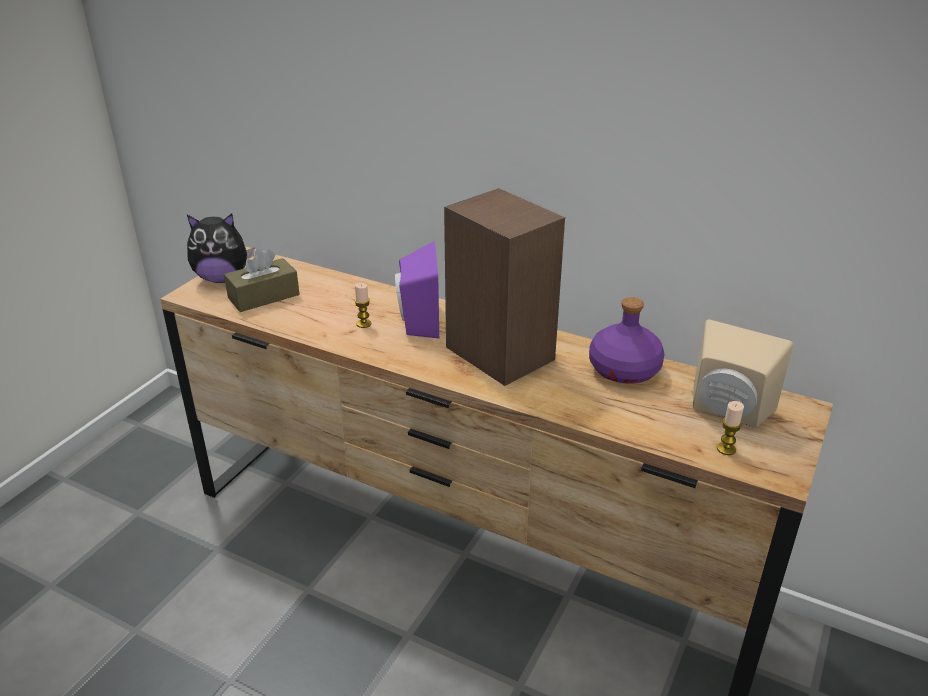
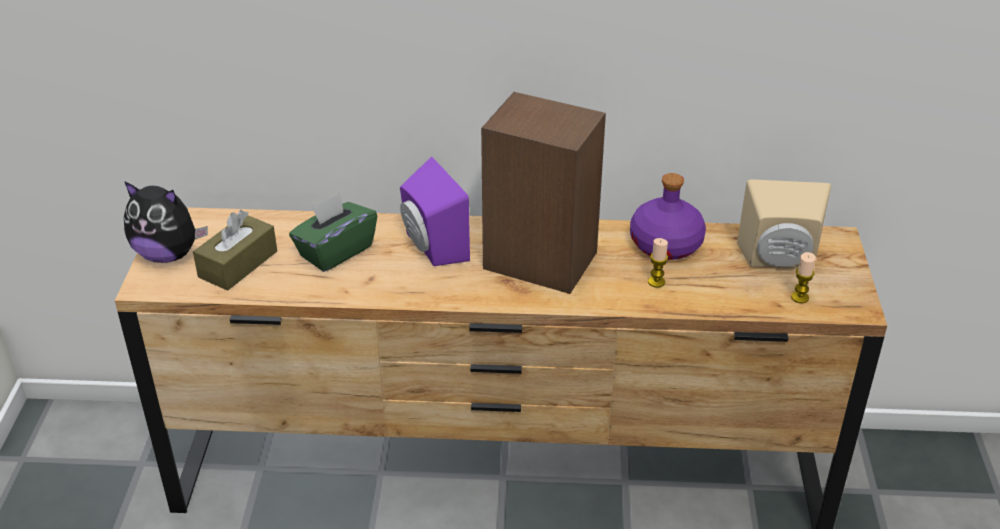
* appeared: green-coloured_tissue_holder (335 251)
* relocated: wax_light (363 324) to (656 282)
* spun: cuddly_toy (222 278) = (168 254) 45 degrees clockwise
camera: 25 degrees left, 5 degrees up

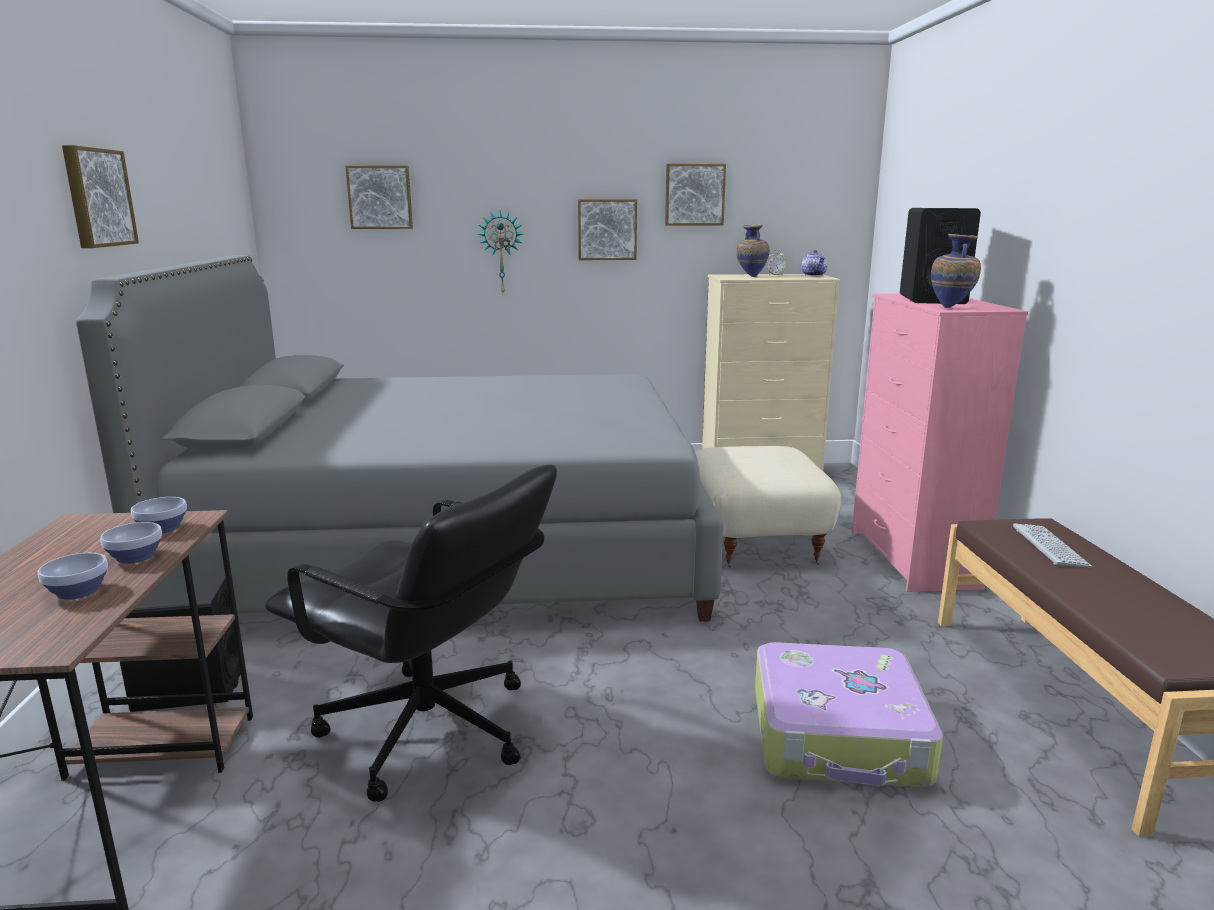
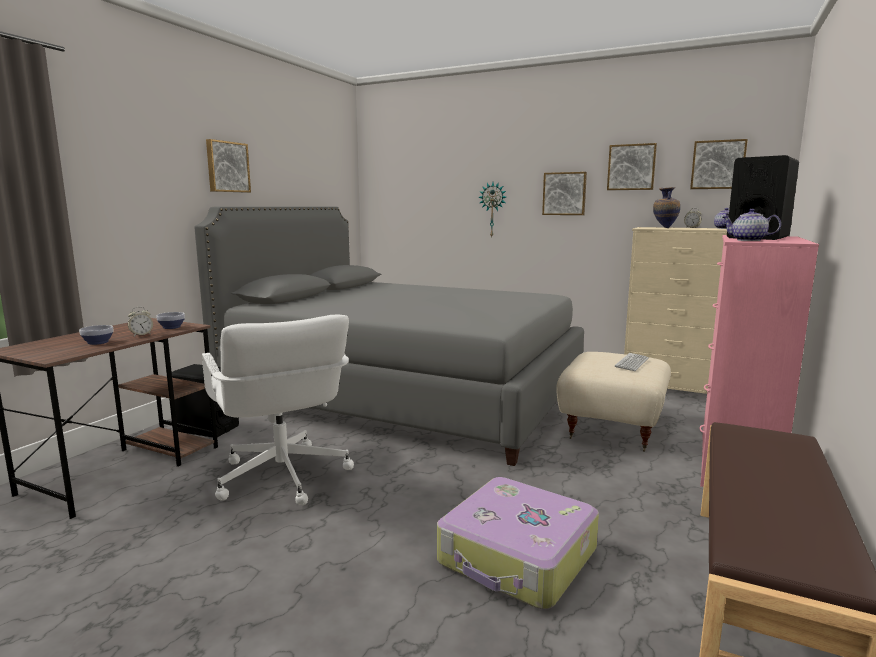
* relocated: wall_art (380 197) to (718 165)
* relocated: PC_keyboard (1050 547) to (632 363)
* exchanged: serving_bowl (136 556) to bedside_clock (141 335)
* exchanged: decorative_vase (951 308) to teapot (748 240)
* colour: black-coloured_office_chair (428 732) to whitish_office_chair (282 477)
camera: 30 degrees right, 5 degrees down

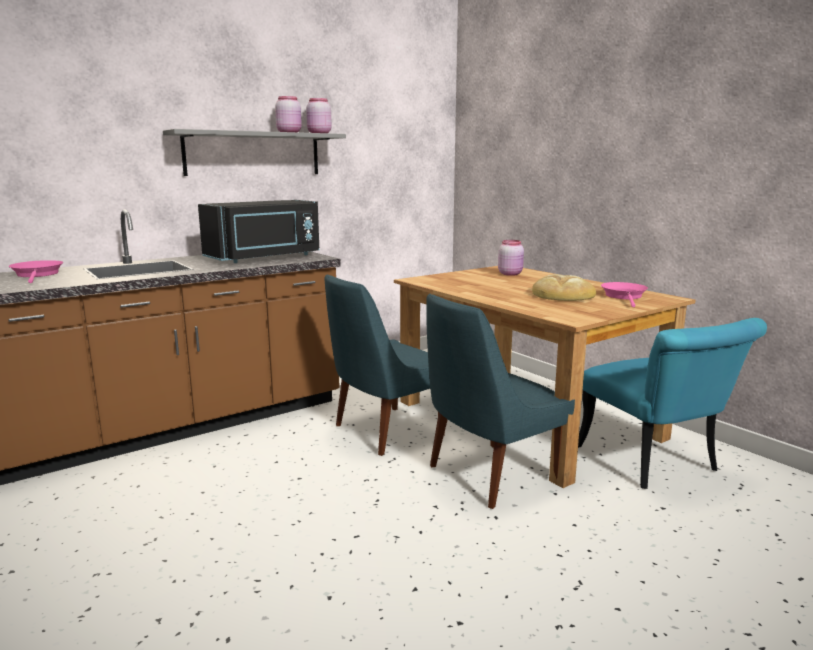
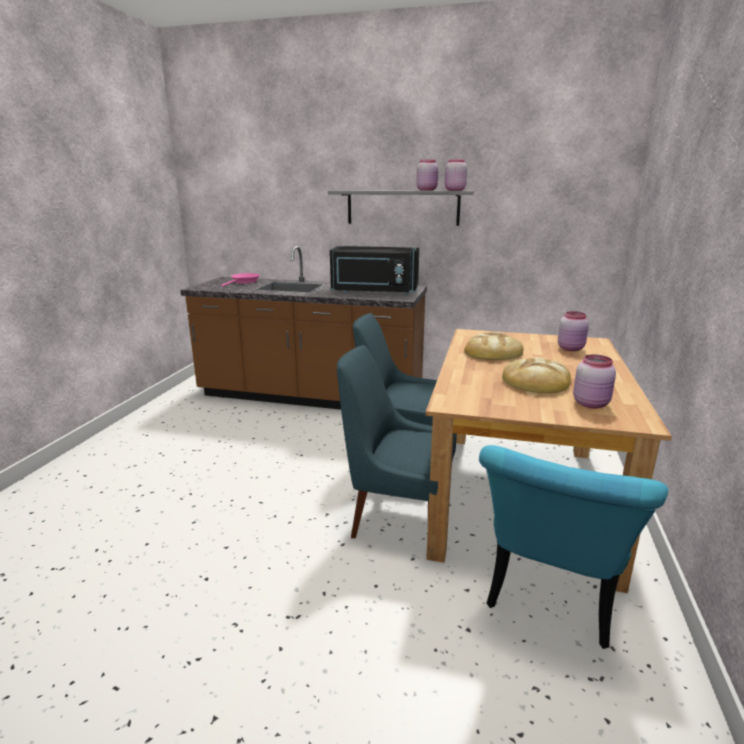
* appeared: baked_bread (493 352)
* exchanged: pink_frying_pan (624 297) to pink_jar (592 404)
camera: 50 degrees right, 5 degrees up

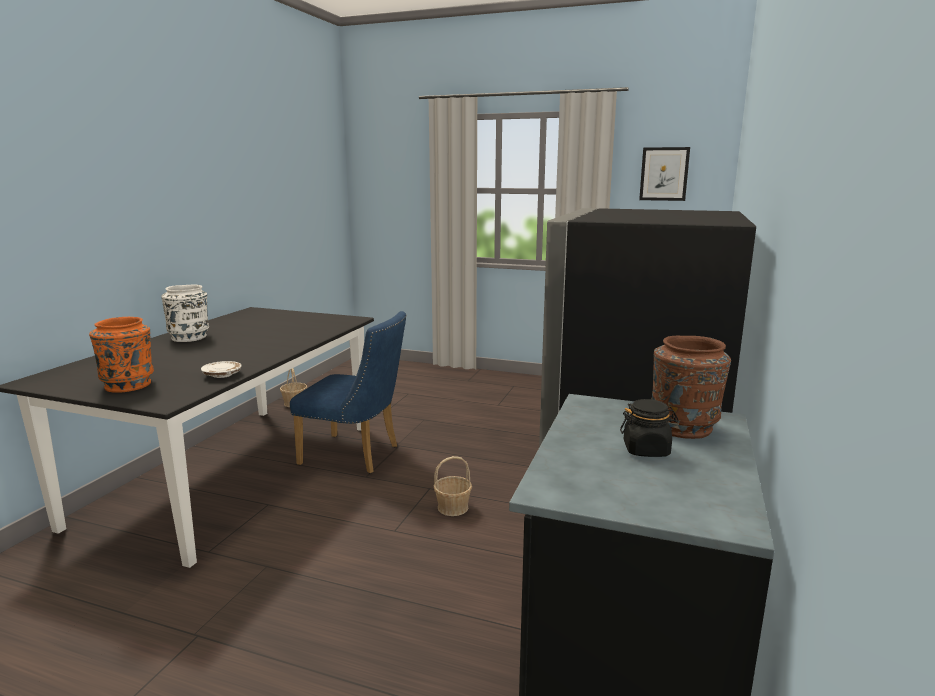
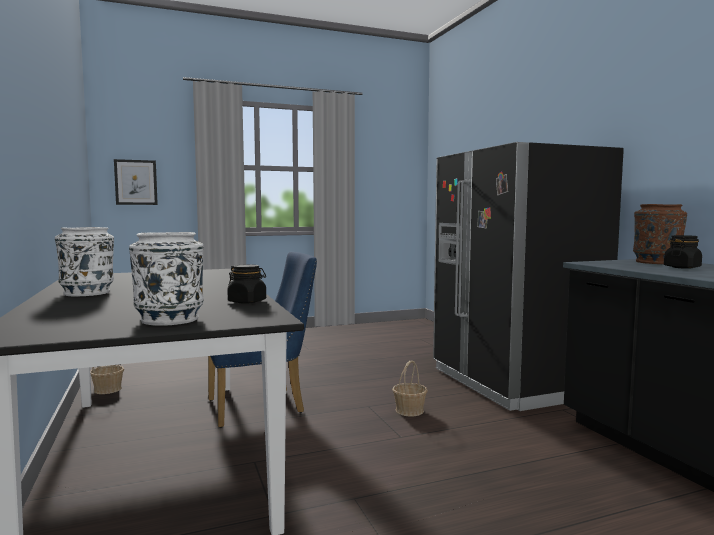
* relocated: wall_art (664 174) to (136 182)
* exchanged: whitish_flat_dish (222 375) to black-coloured_jar (247 301)
* colour: orange-coloured_decorative_vase (128 385) to whitish_decorative_vase (169 319)
camera: 40 degrees left, 10 degrees down

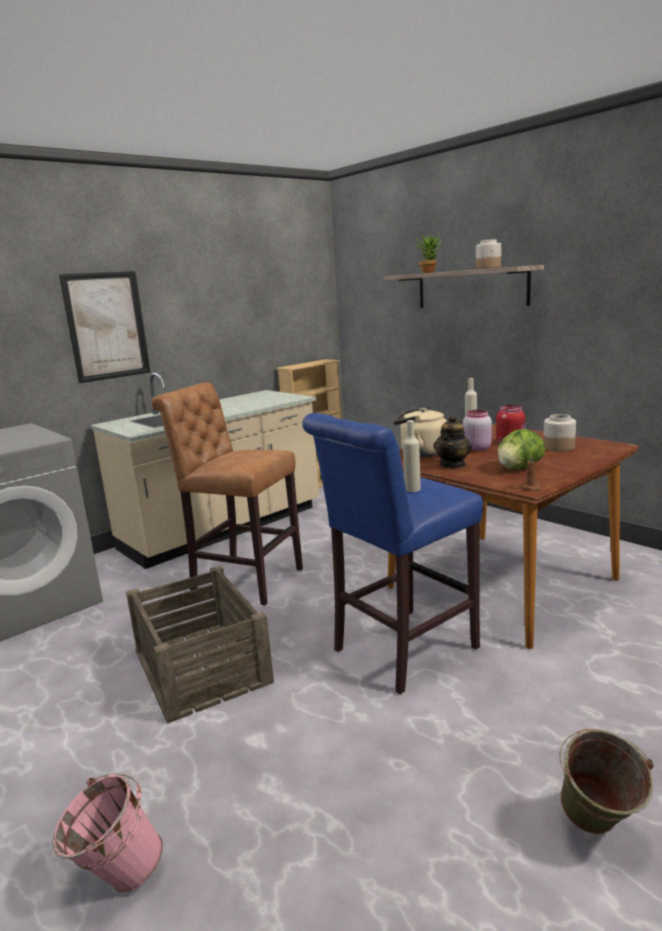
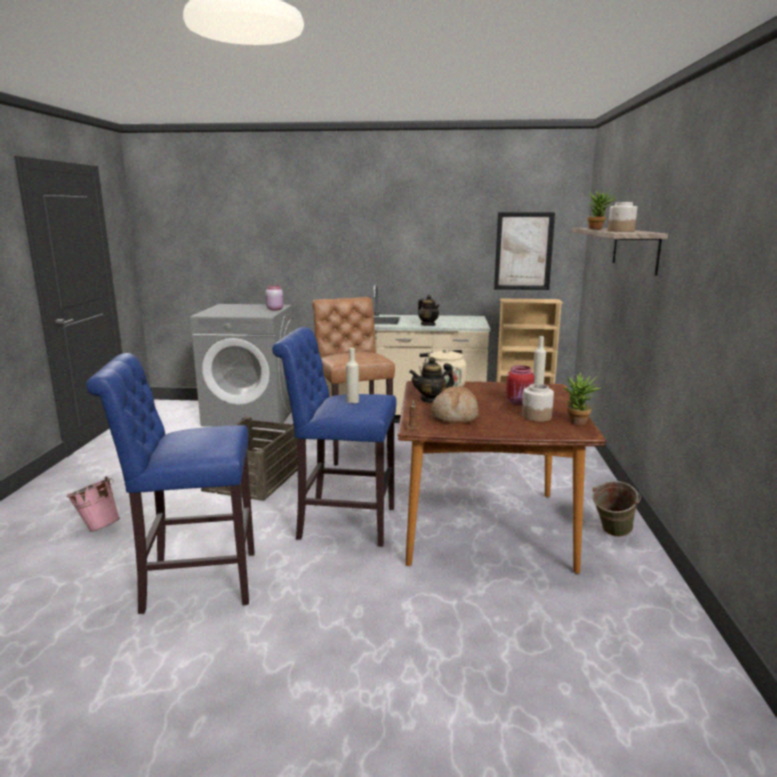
* appeared: bluish_stool (193 582)
* appeared: teapot (428 324)
* appeared: plant_in_a_pot (578 423)
* relocated: wall_art (106 326) to (523 251)
* relocated: pink_jar (476 448) to (275 309)
* relocated: green-coloured_water_bucket (598 831) to (611 534)
* exchanged: lettuce_head (518 468) to baked_bread (455 417)
camera: 45 degrees right, 0 degrees up

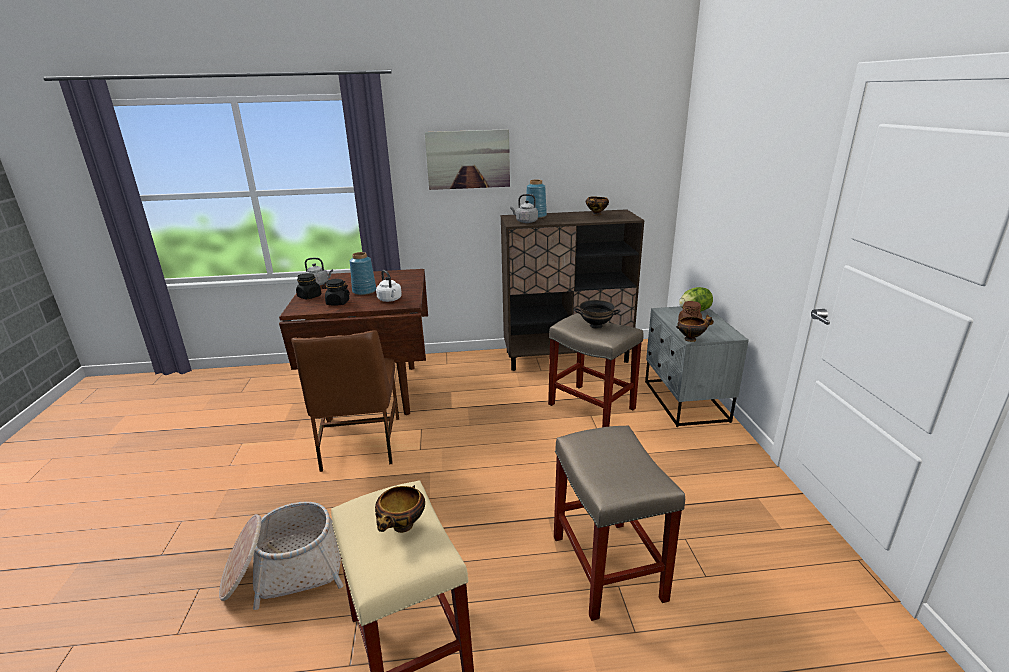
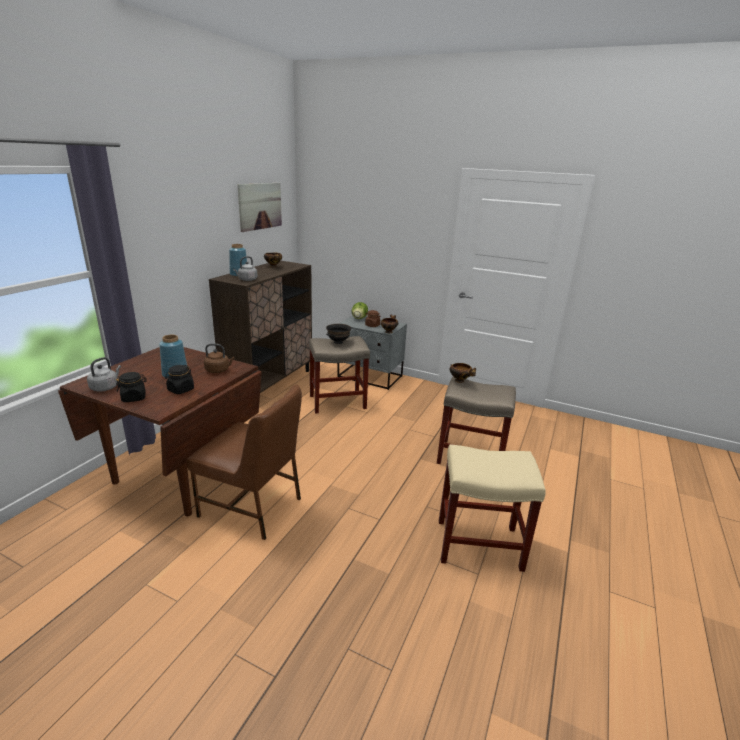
* missing: basket (285 570)
* relocated: serving_bowl (402 527) to (460 381)
* relocated: wall_art (468 159) to (260 206)
* colour: whitish_kettle (390 300) to brownish_kettle (218 370)
camera: 60 degrees left, 0 degrees up

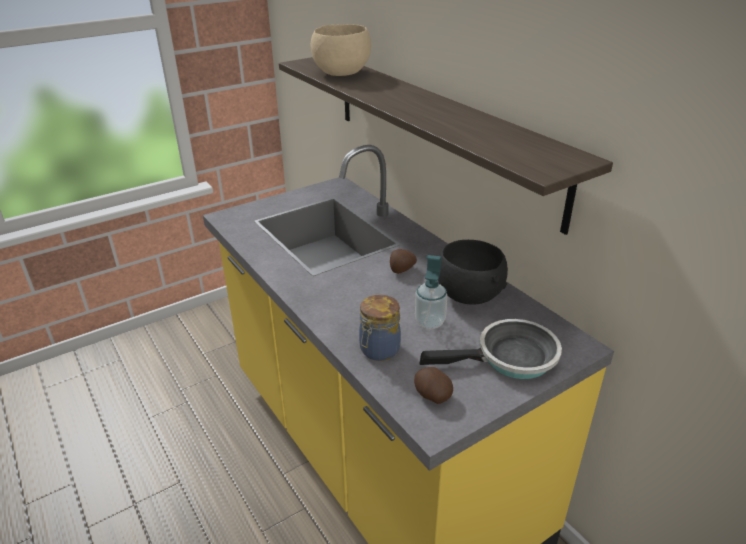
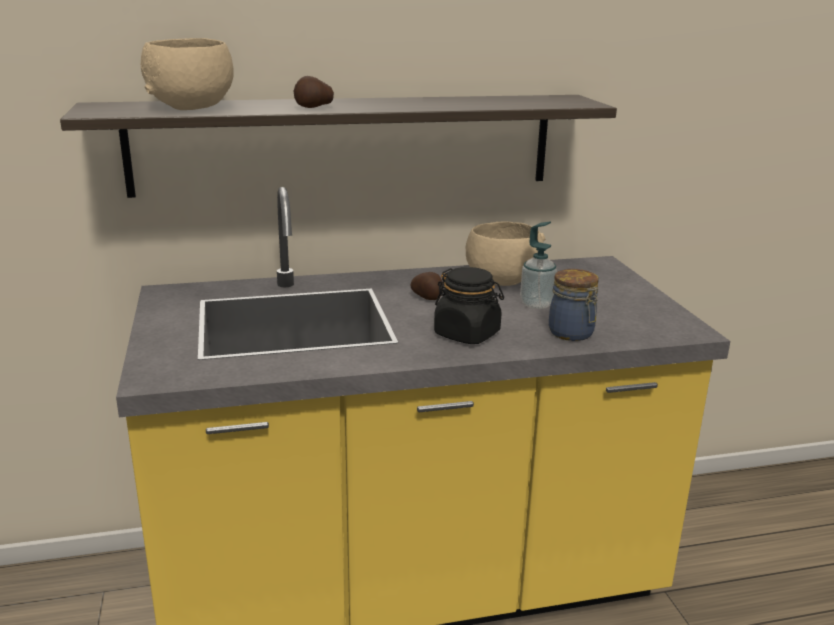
* missing: frying_pan (510 358)
* appeared: black-coloured_jar (467 334)
* relocated: whole_potato (431 396) to (313 107)
* colour: black-coloured_serving_bowl (468 295) to sand-coloured_serving_bowl (500 281)
camera: 70 degrees left, 10 degrees down

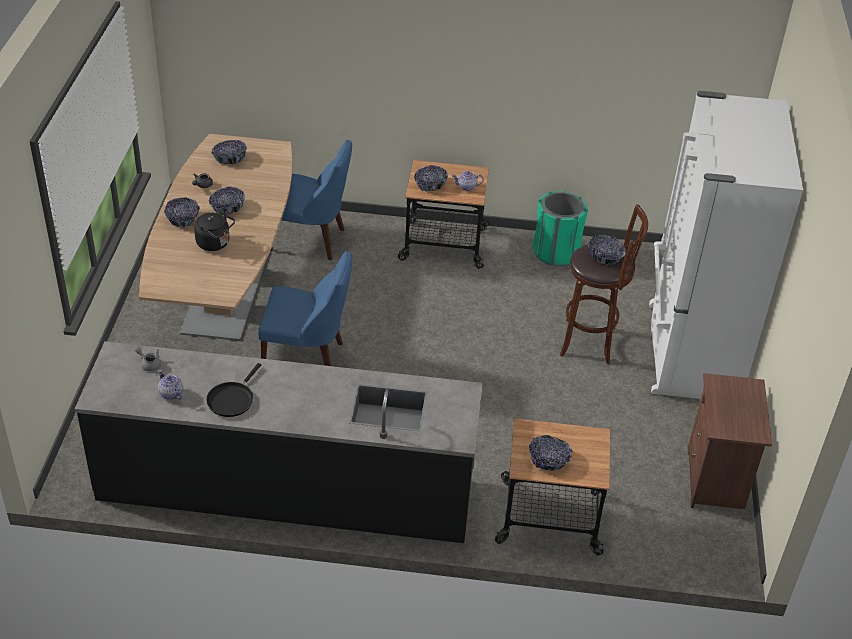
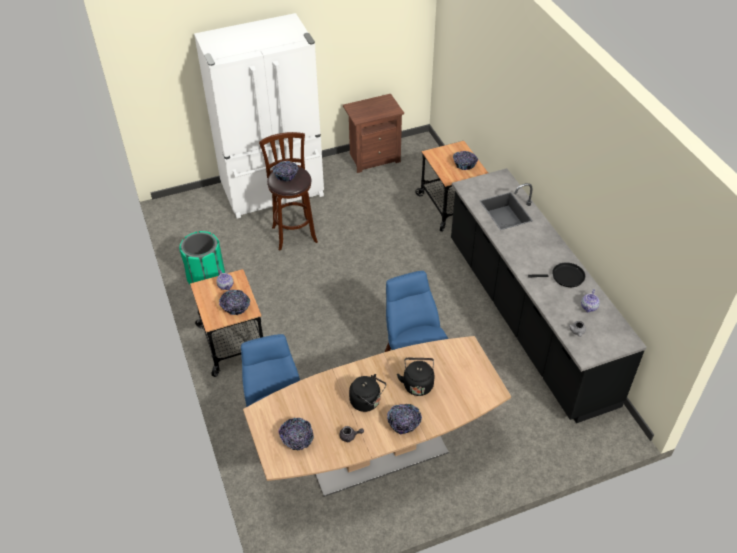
* exchanged: serving_bowl (227 207) to black-coloured_kettle (367 402)
camera: 115 degrees left, 5 degrees up

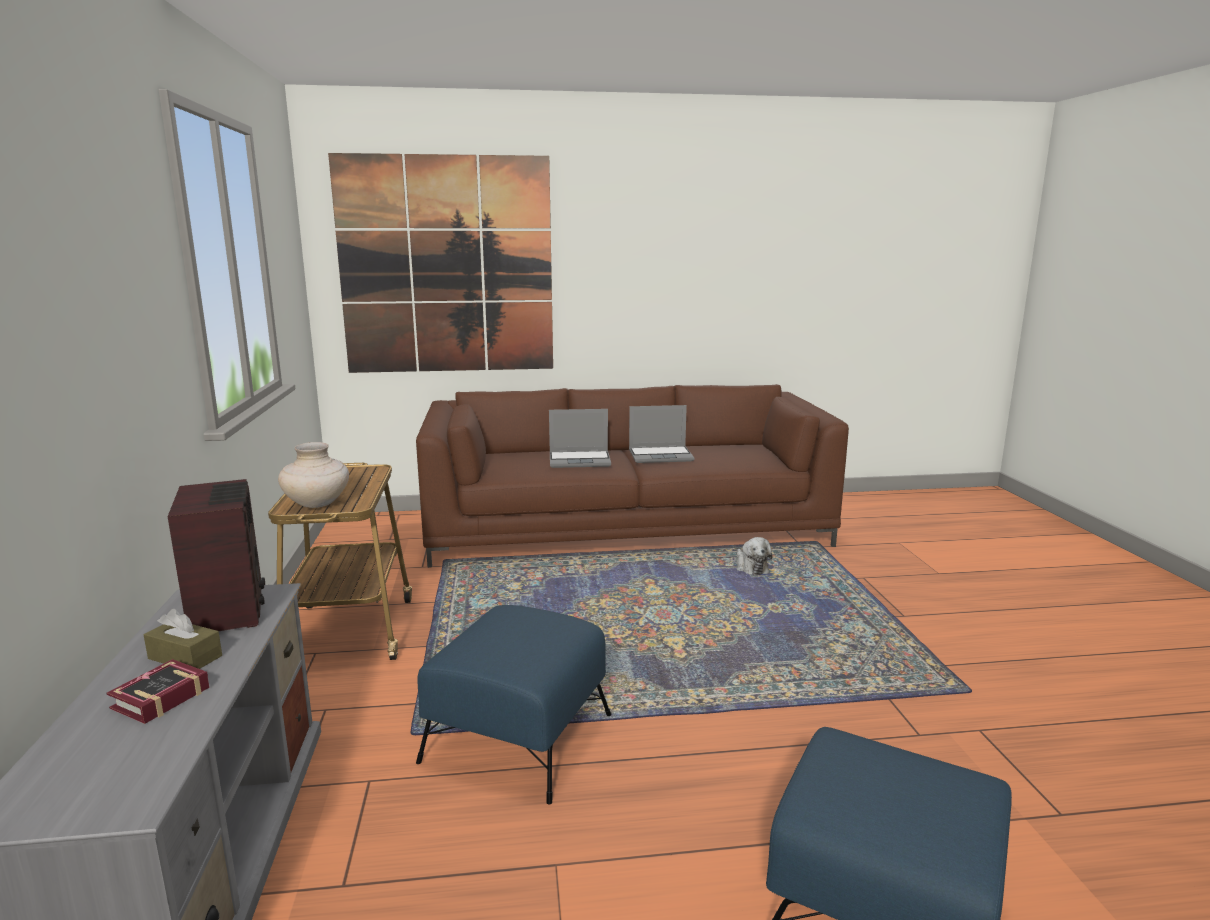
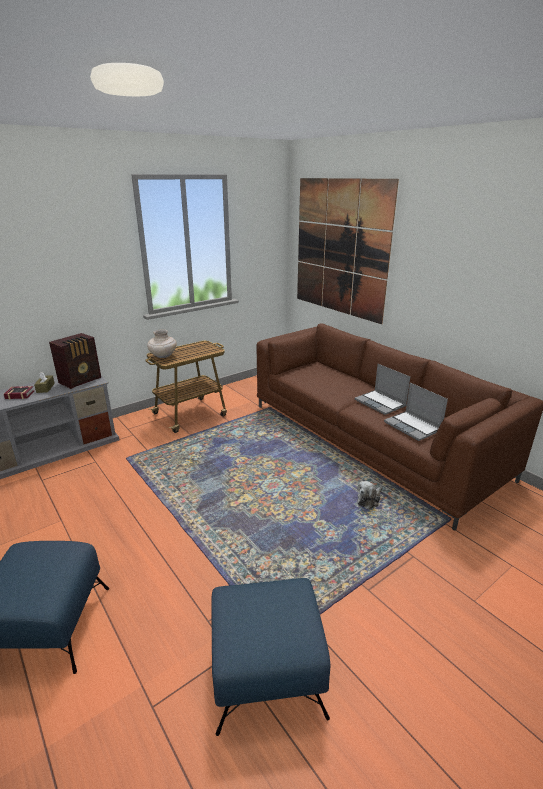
* relocated: bluish_ottoman (517 738) to (265 670)
* relocated: laptop (580 460) to (413 427)
camera: 60 degrees right, 10 degrees up

